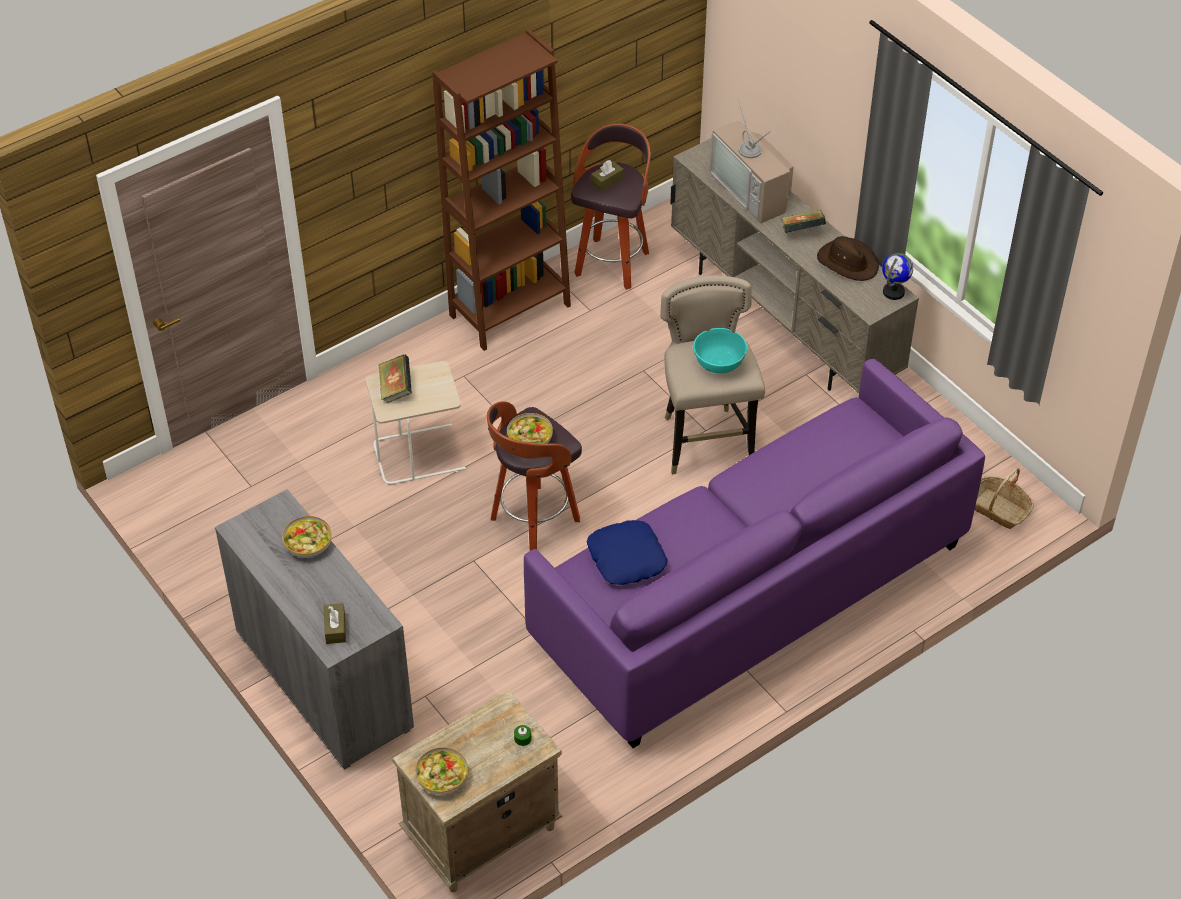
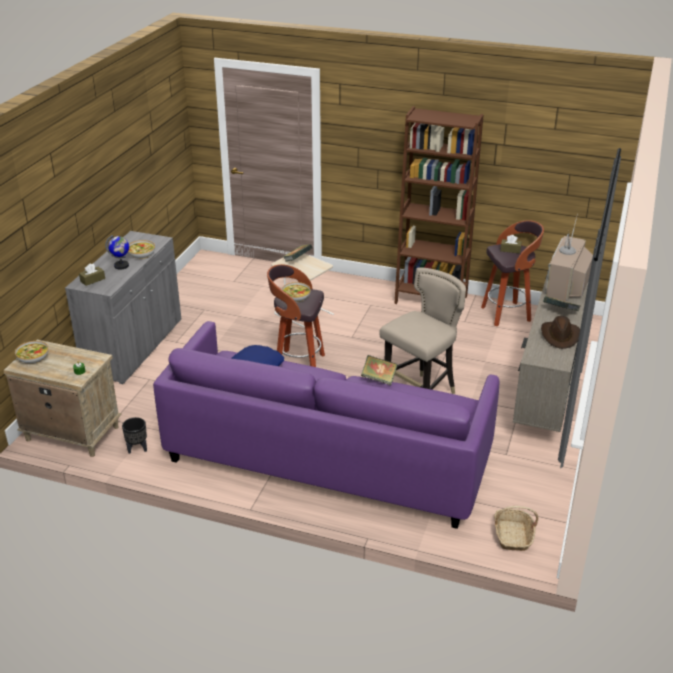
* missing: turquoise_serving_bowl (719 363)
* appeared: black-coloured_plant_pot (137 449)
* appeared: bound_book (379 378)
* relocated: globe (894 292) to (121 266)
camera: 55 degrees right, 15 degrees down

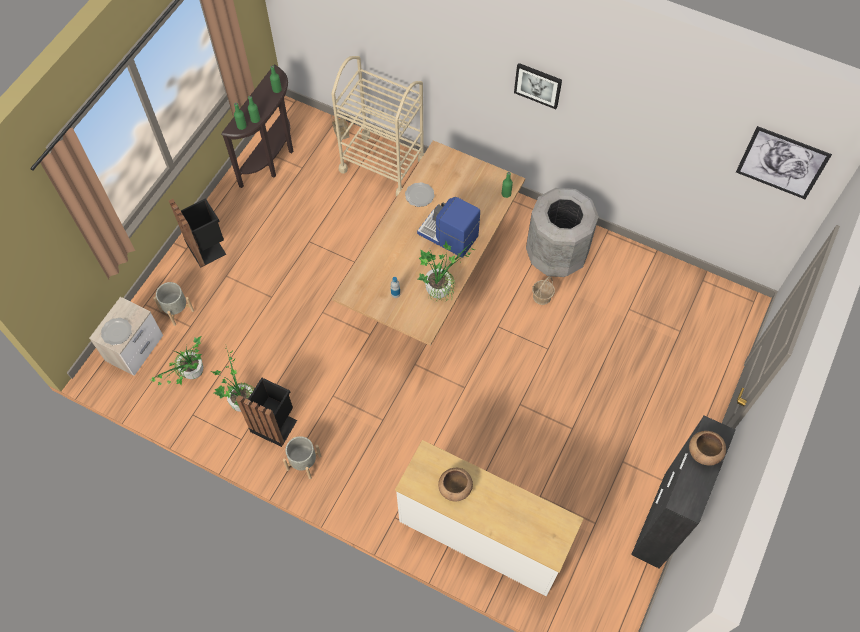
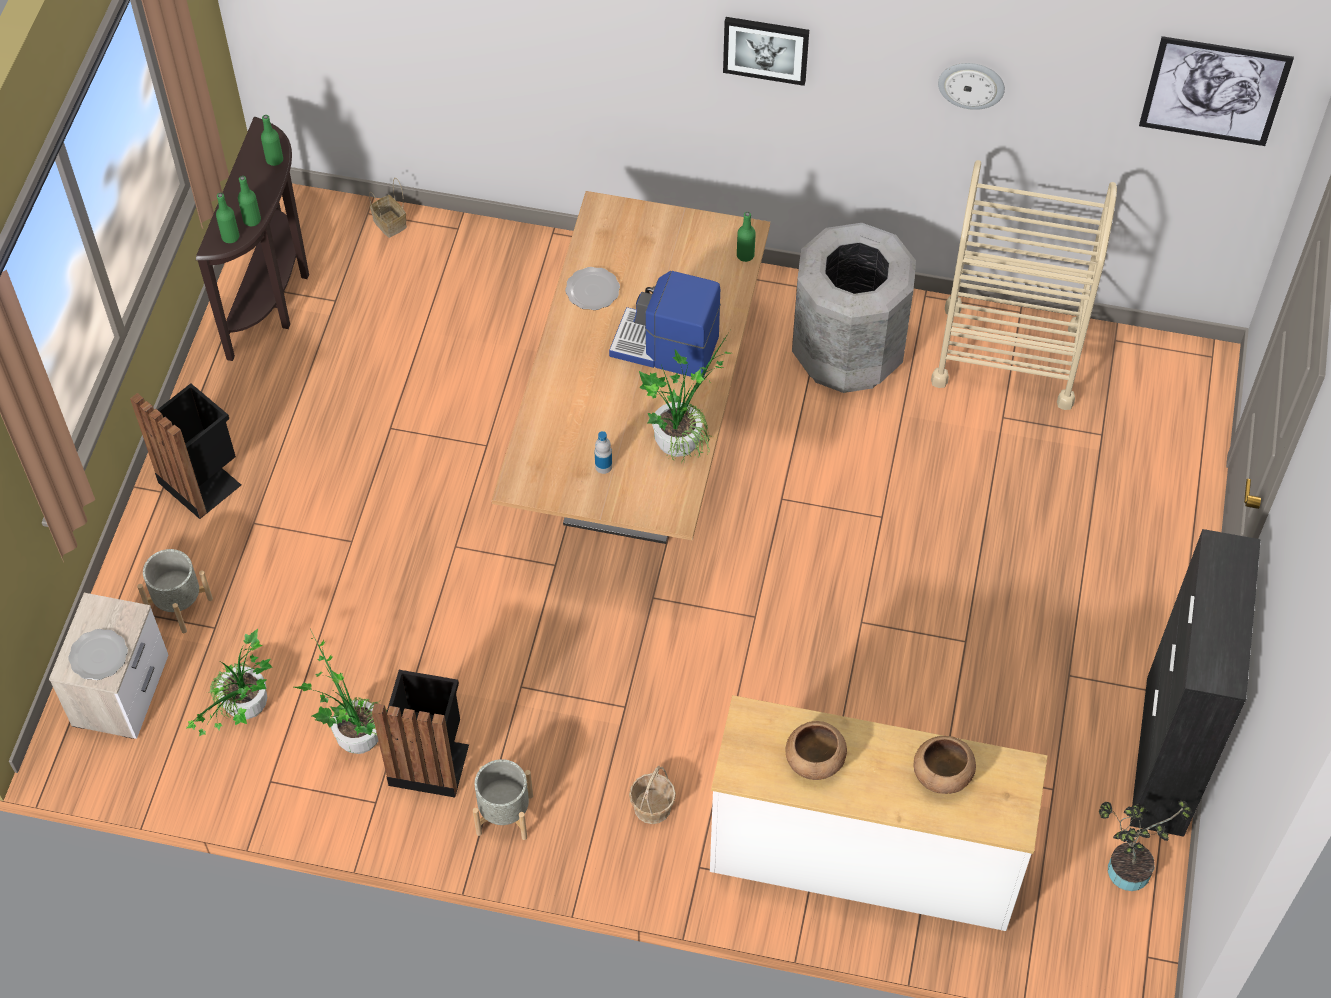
* appeared: hanging_clock (971 84)
* appeared: plant_in_a_pot (1124 868)
* relocated: sand-coloured_wheeled_cart (382 165) to (1008 355)
* relocated: basket (541 297) to (652 807)
* relocated: brownish_serving_bowl (704 452) to (941 774)
camera: 15 degrees left, 5 degrees down

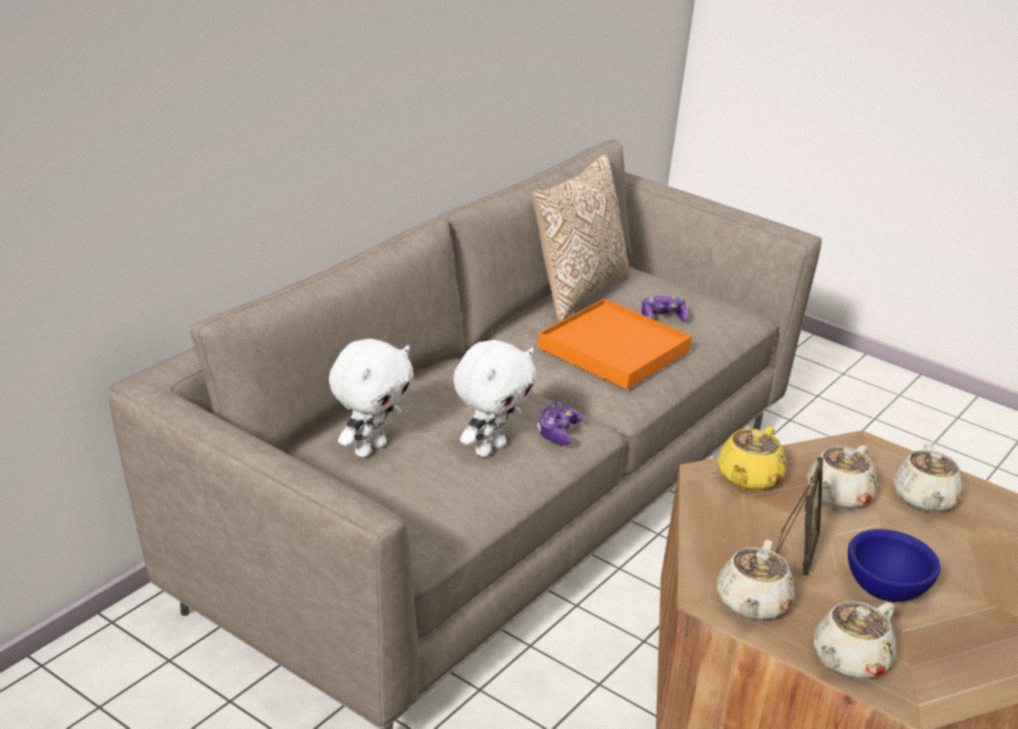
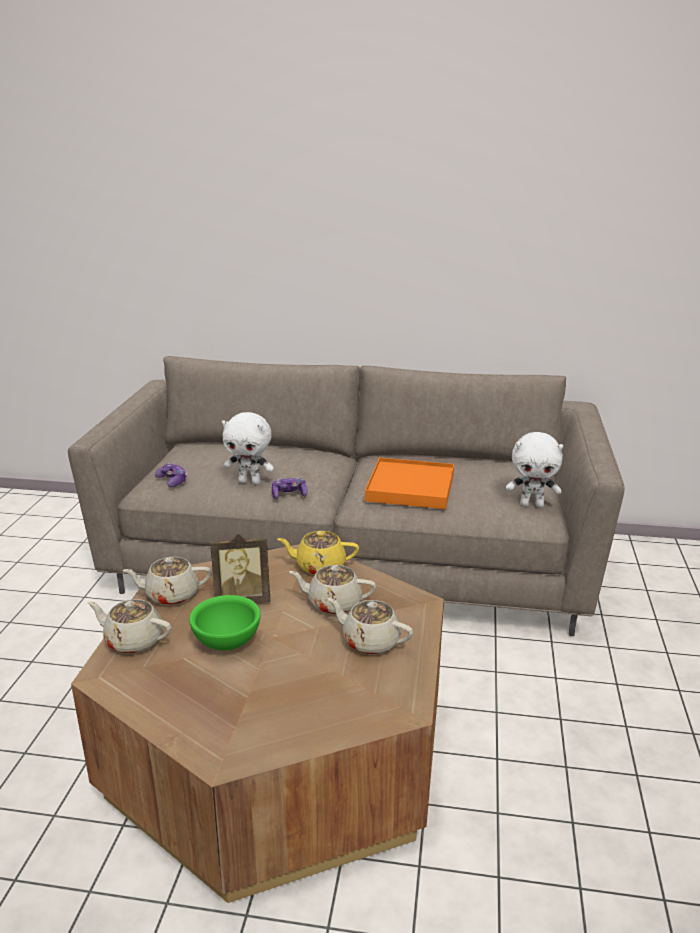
* missing: throw_pillow (575 292)
* relocated: whitish_cuddly_toy (369 448) to (532 505)
* relocated: game_controller (662 317) to (172 481)
* colour: bluish_serving_bowl (884 591) to green-coloured_serving_bowl (226 642)
* spun: sand-coloured_teapot (924 499) = (370 641) 45 degrees clockwise
camera: 65 degrees right, 5 degrees down

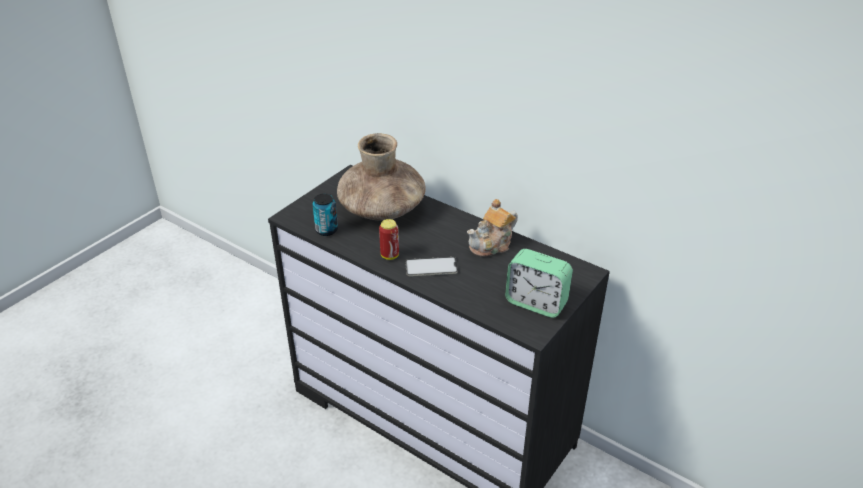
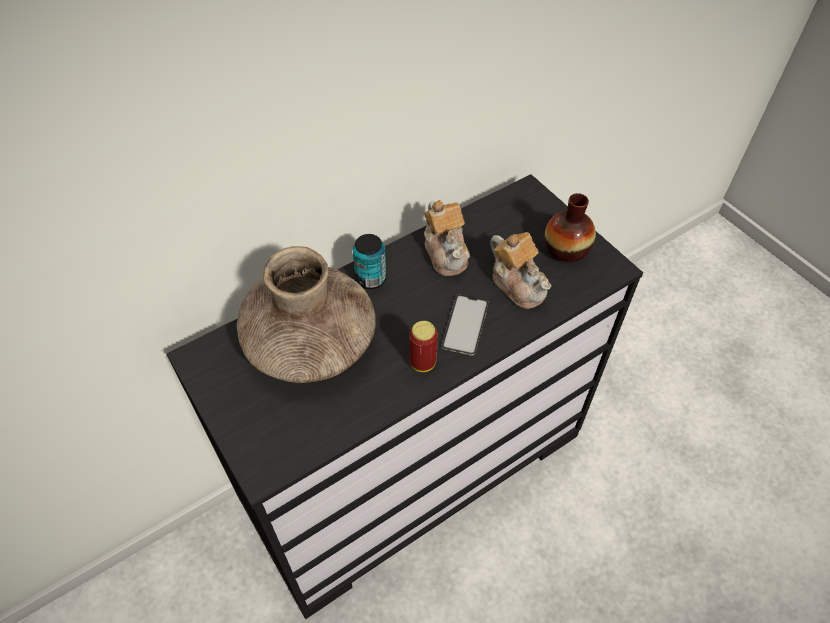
* appeared: teapot (518 284)
* relocated: metal_can (326 230) to (371 279)
* exchanged: bedside_clock (536 303) to decorative_vase (566 249)
camera: 70 degrees left, 15 degrees up

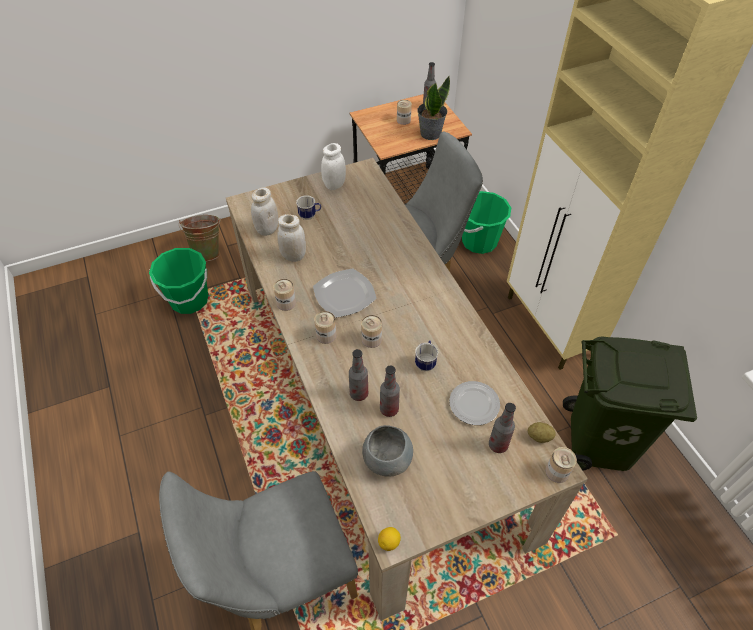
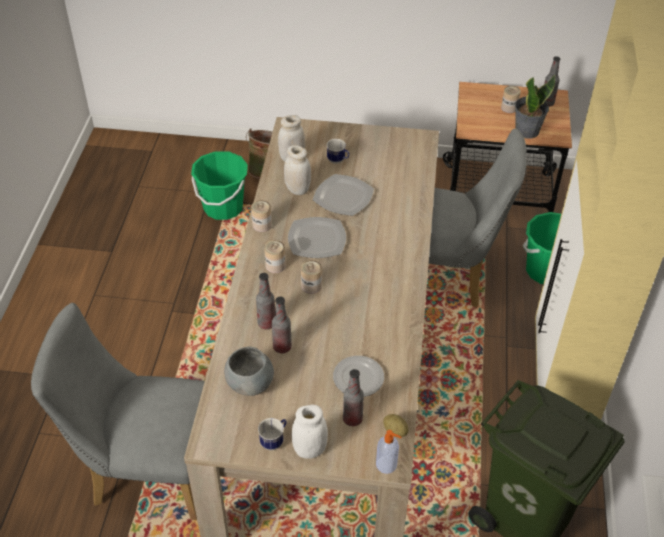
* missing: citrus_fruit (389 542)
* appeared: flat_dish (344 196)
* relocated: whitish_jar (334 185) to (310 450)
* relocated: tea_mug (426 362) to (274 440)
* exchanged: metal_can (557 471) to soap_bottle (387 465)
camera: 30 degrees right, 5 degrees down

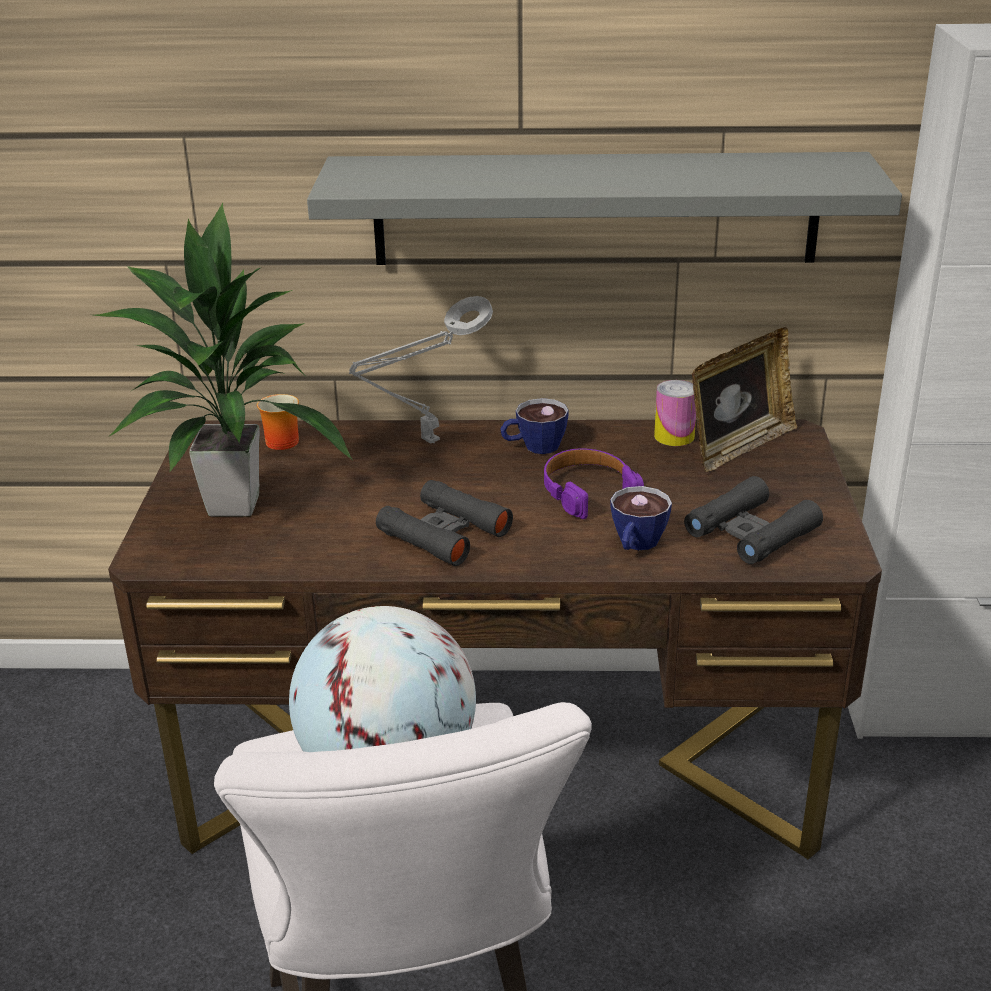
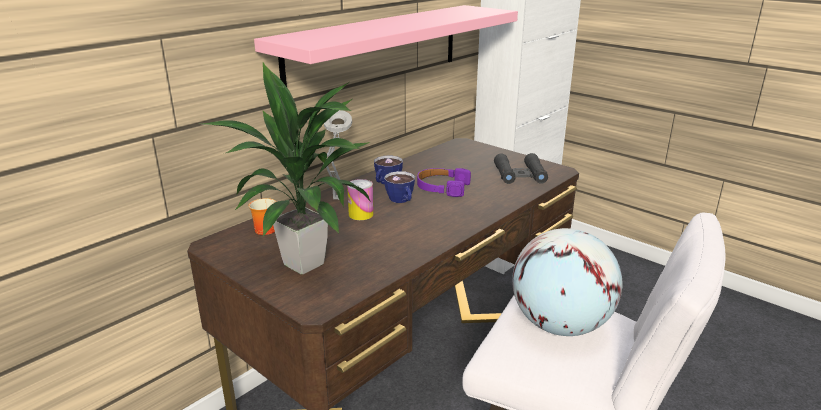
* missing: black-coloured_binoculars (444 533)
* missing: photo_frame (738 446)
* relocated: cup (636 545) to (401 201)
* relocated: metal_can (674 436) to (361 214)
* colour: greyish_shelf (595 209) to pink_shelf (376 50)
camera: 50 degrees left, 5 degrees down

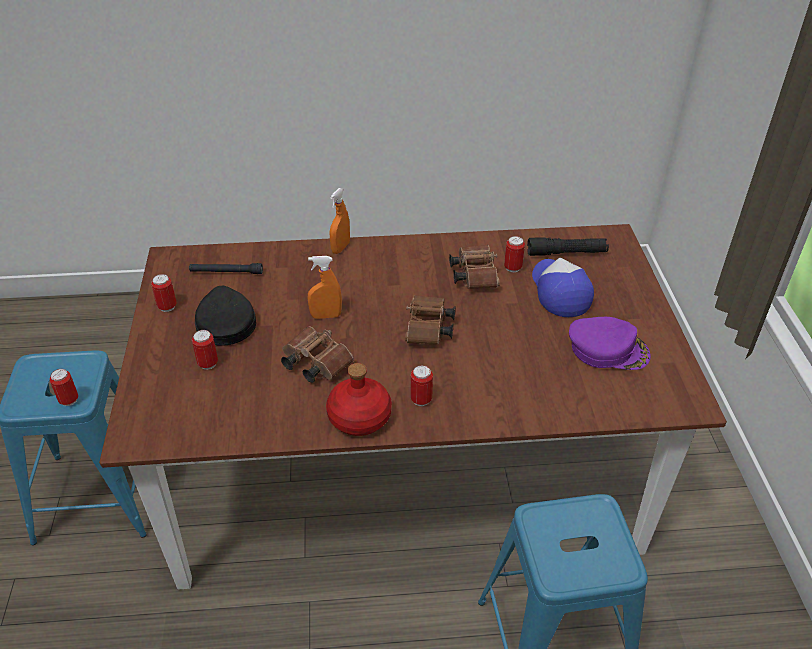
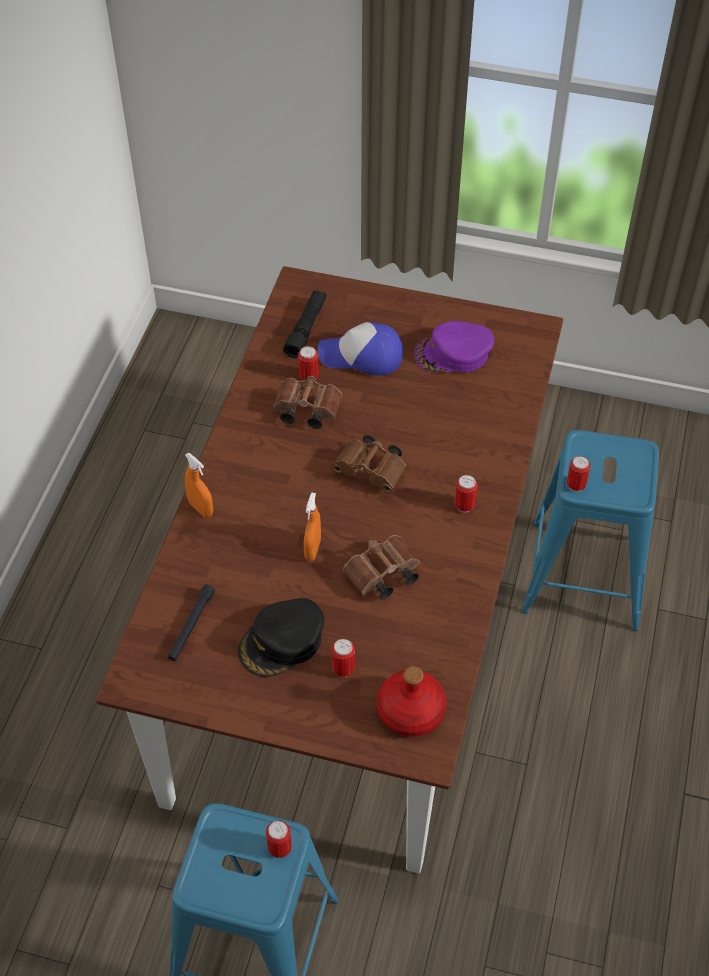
* relocated: metal_can (167 307) to (576 485)
* relocated: reddish_bottle (360 417) to (411 711)
* spun: black-coloured_baseball_cap (225 322) = (282 642) 45 degrees counterclockwise
* spun: purplish_baseball_cap (608 349) = (453 353) 135 degrees counterclockwise
camera: 70 degrees left, 10 degrees up

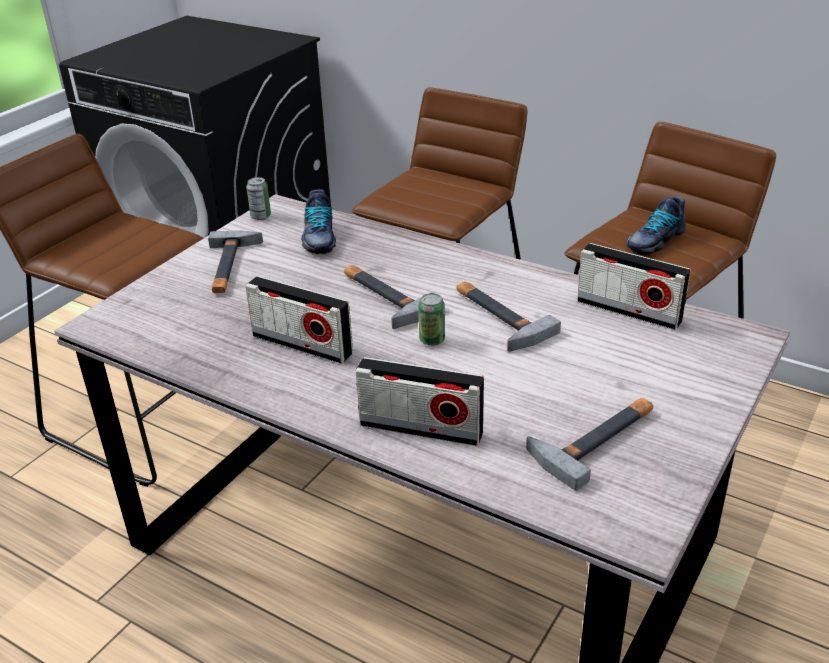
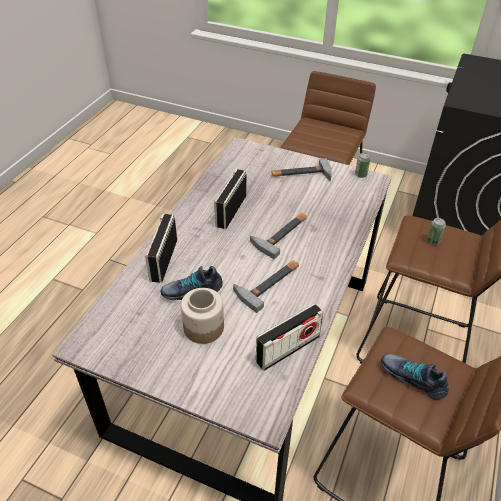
* missing: hammer (596 438)
* appeared: jar (204 327)
* relocated: low_shoe (318 237) to (192 290)
* relocated: metal_can (432 340) to (433 241)
* spun: radio (628 311) = (288 349) 150 degrees counterclockwise
camera: 80 degrees right, 10 degrees up

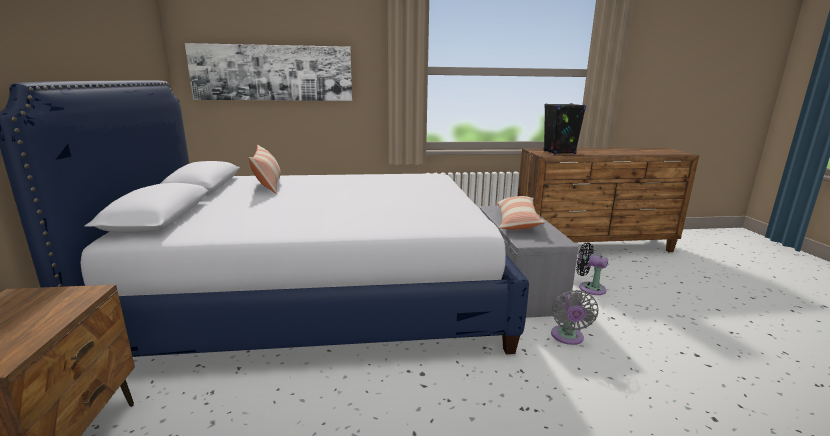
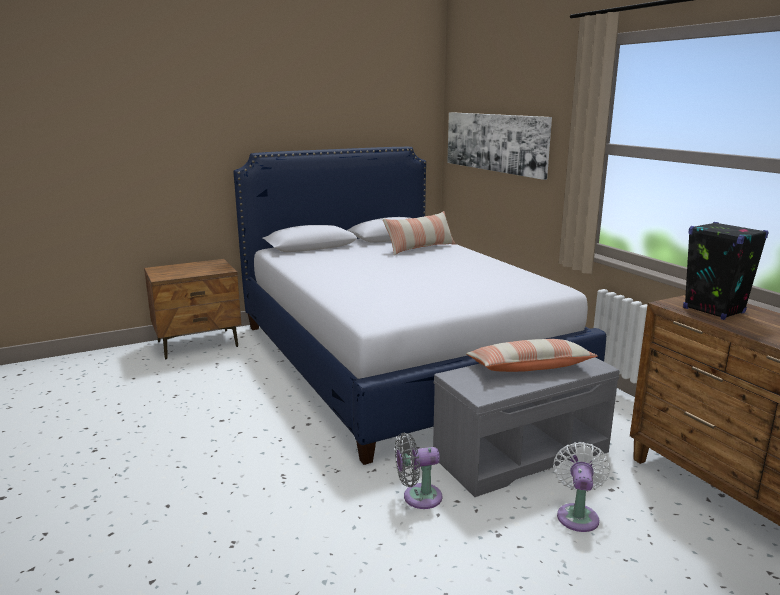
* colour: black-coloured_cooling_fan (589 288) to whitish_cooling_fan (577 515)
camera: 70 degrees right, 0 degrees up

